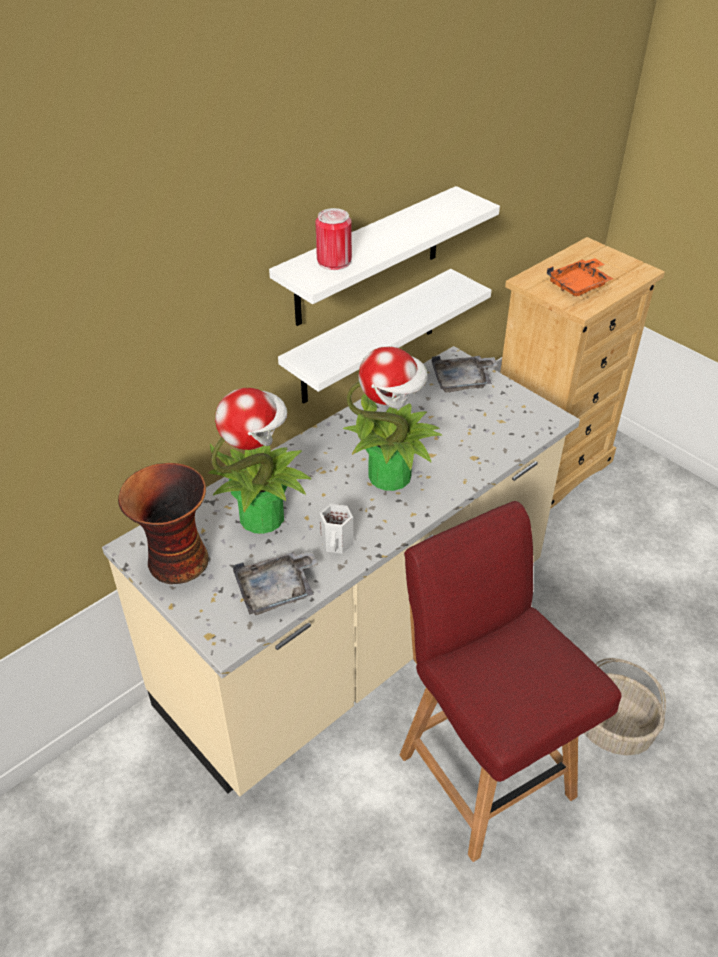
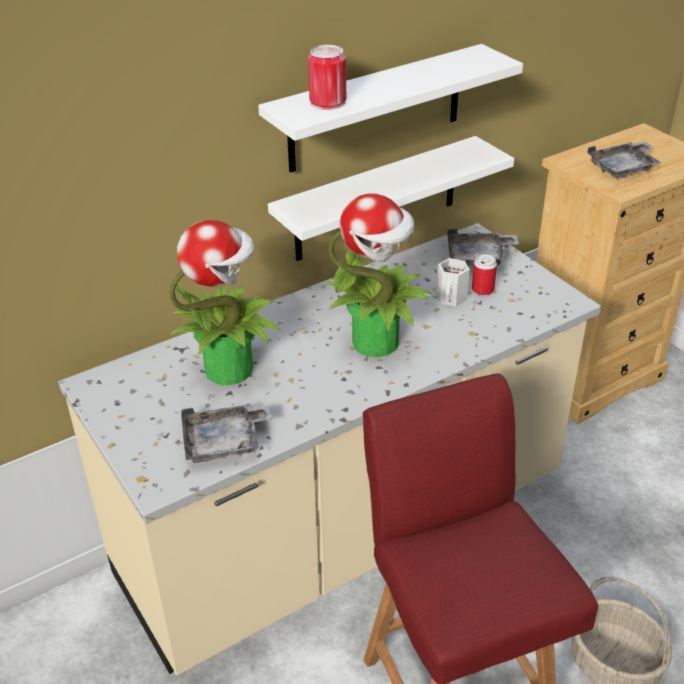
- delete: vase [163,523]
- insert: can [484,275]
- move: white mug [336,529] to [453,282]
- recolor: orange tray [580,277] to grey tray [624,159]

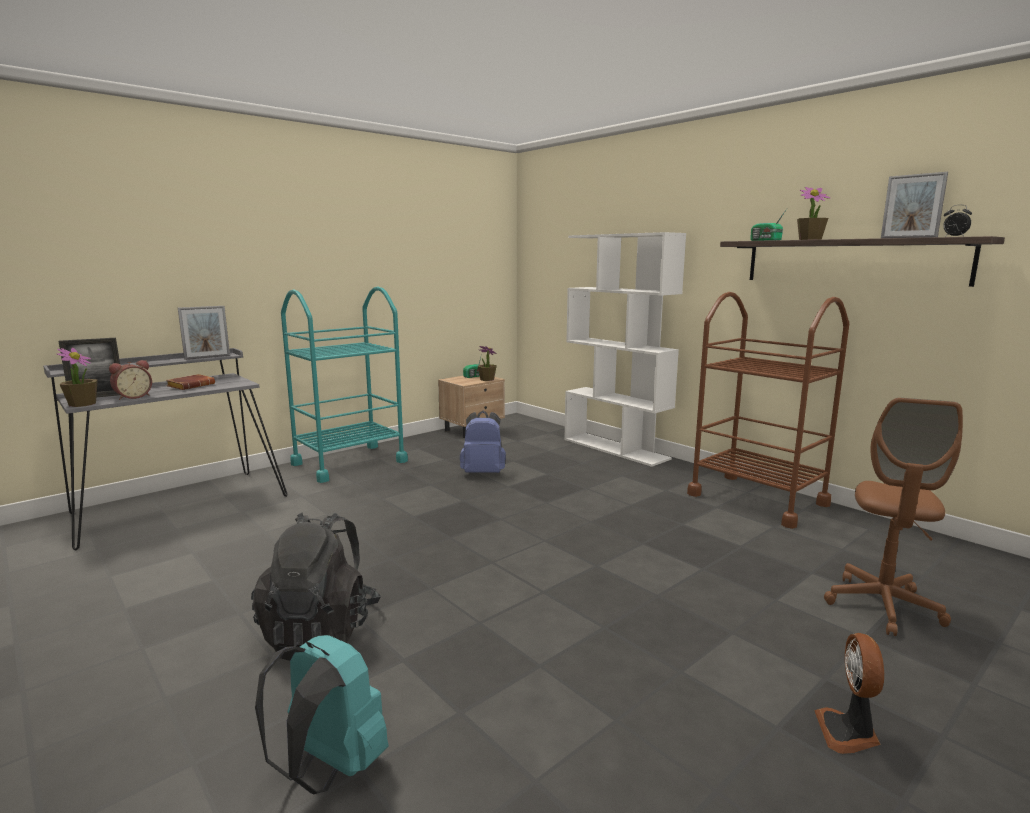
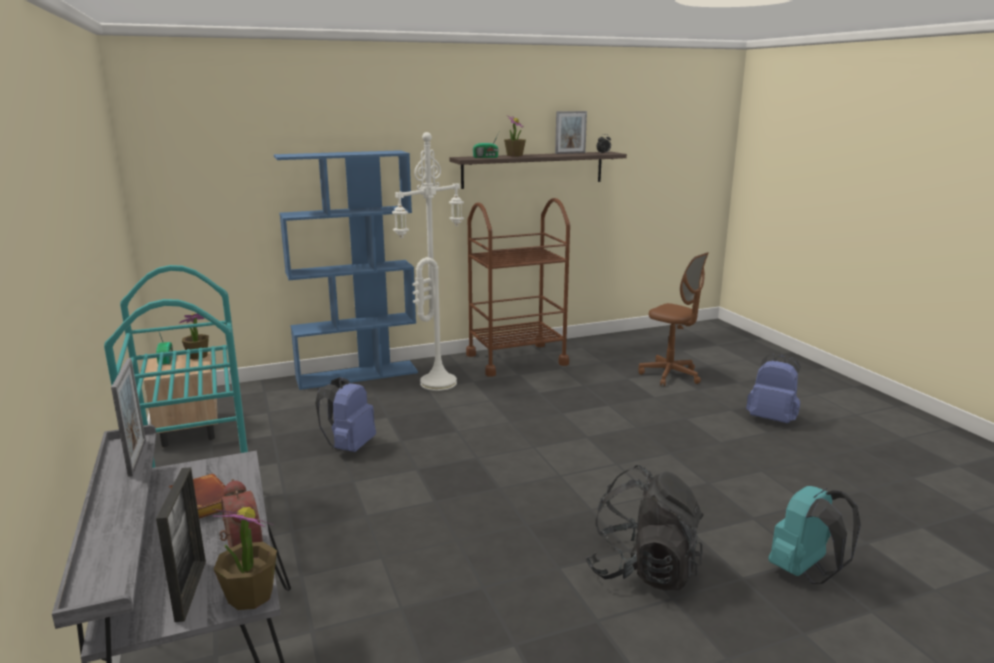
- insert: white floor lamp [428,261]
- replace: fan [849,693] to blue backpack [773,388]
- recolor: white bookcase [625,349] to blue bookcase [346,270]

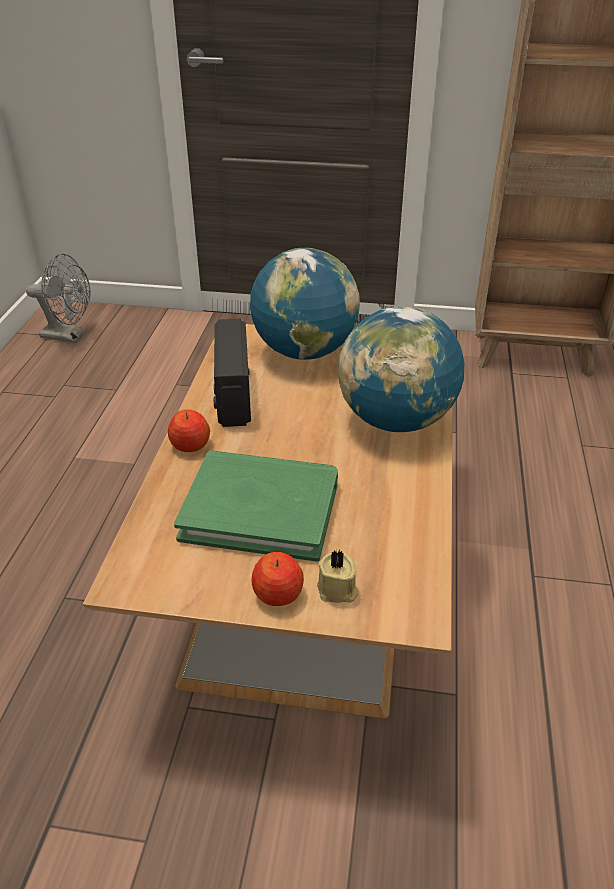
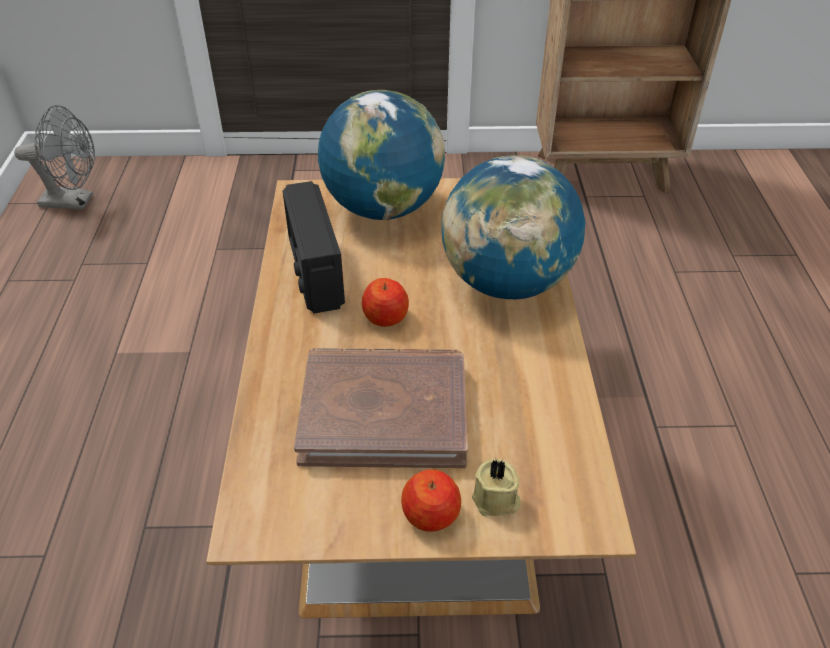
- move: apple [189,431] to [385,302]
- recolor: green book [256,506] to brown book [381,408]

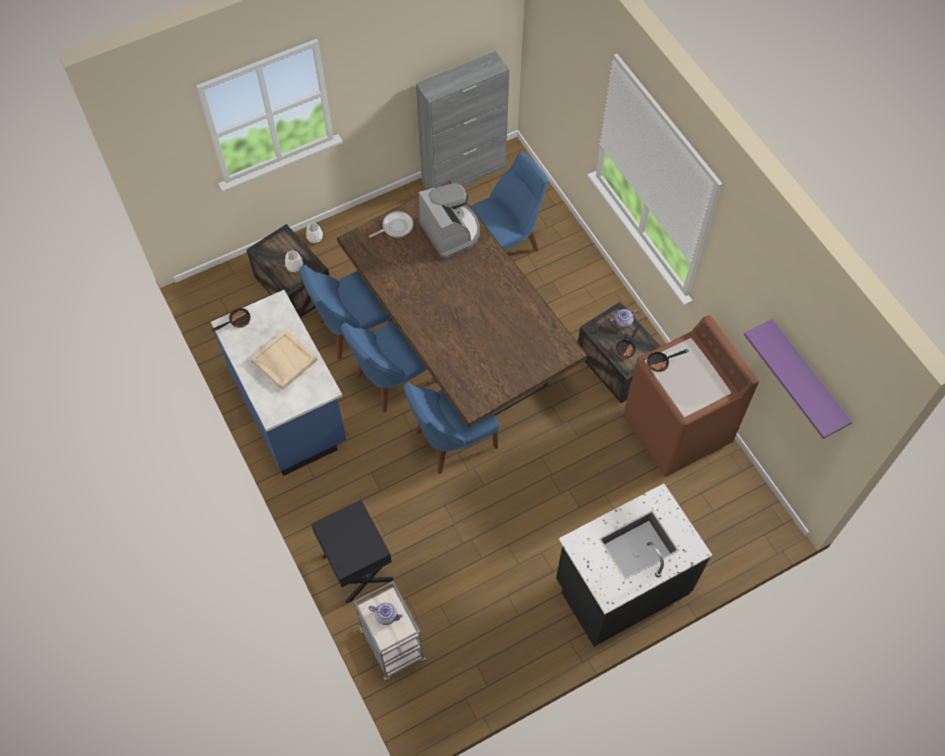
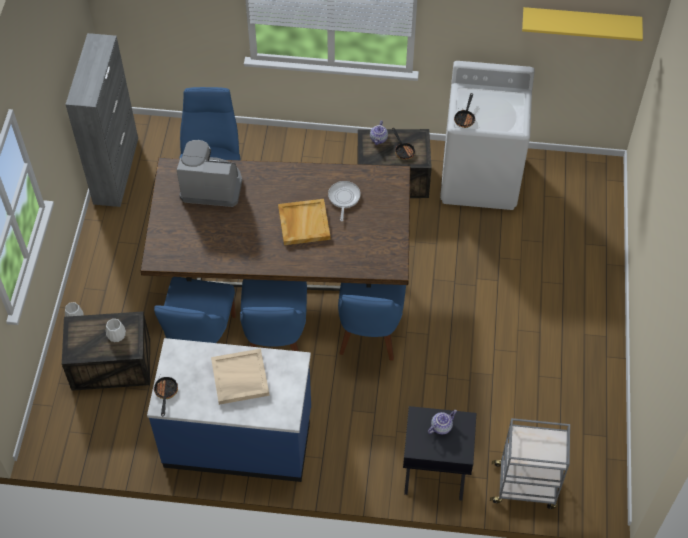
- delete: black counter [634,565]
- insert: beige tray [304,222]
- move: frying pan [391,224] to [344,201]
- move: teapot [386,613] to [442,422]
- recolor: brown washing machine [691,396] to white washing machine [487,135]
- recolor: purple shelf [798,379] to yellow shelf [582,24]

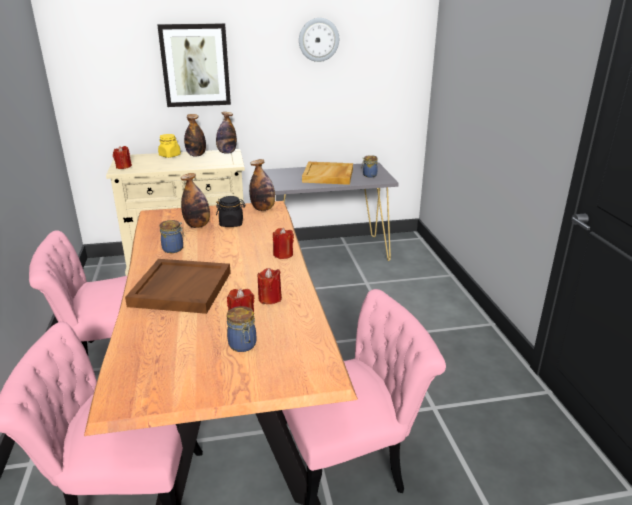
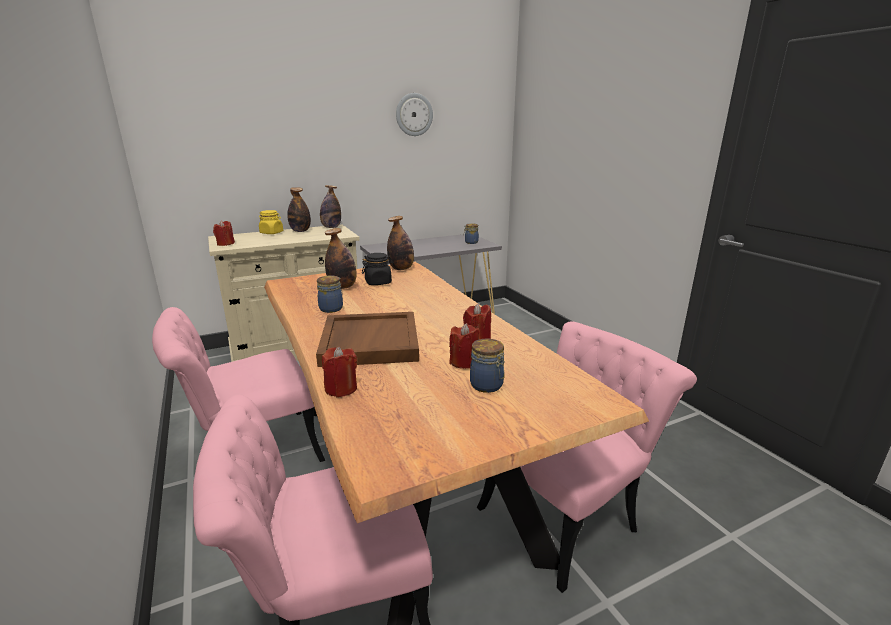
- delete: picture [194,65]
- delete: beige tray [327,173]
- move: red candle [283,243] to [339,371]

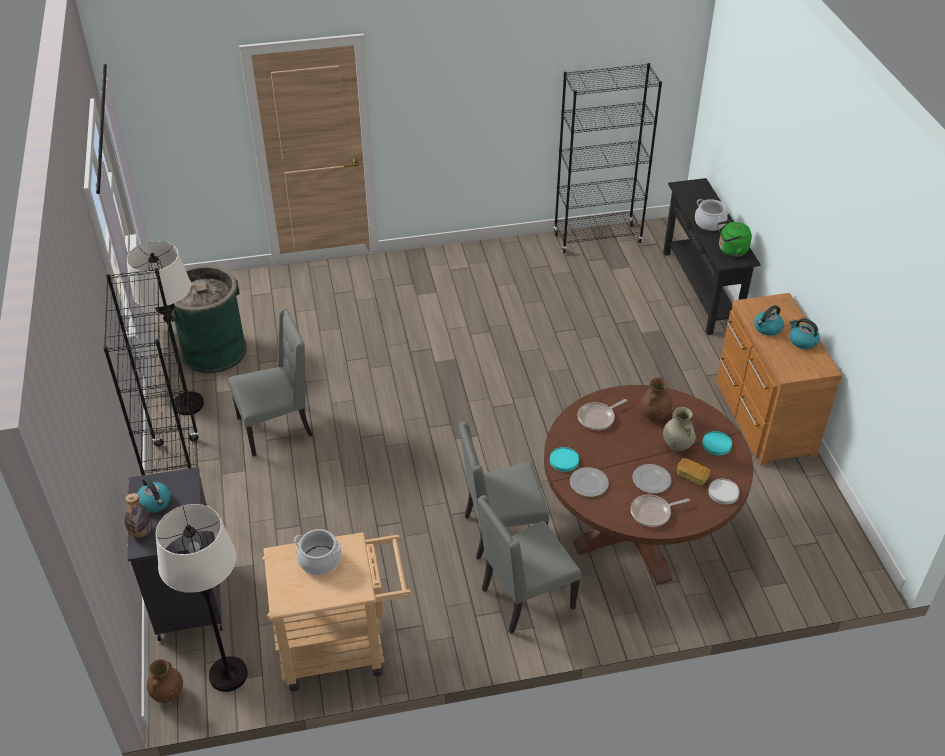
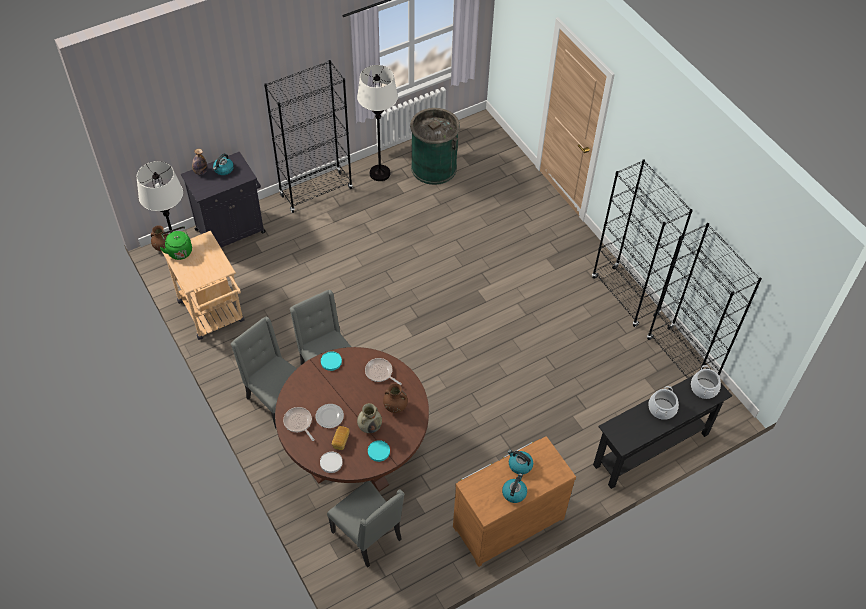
- delete: plate [589,482]
- insert: black bookcase [642,243]
- move: grey chair [270,382] to [365,524]
- move: cooking pot [317,552] to [706,382]
- move: green kettle [734,238] to [176,243]

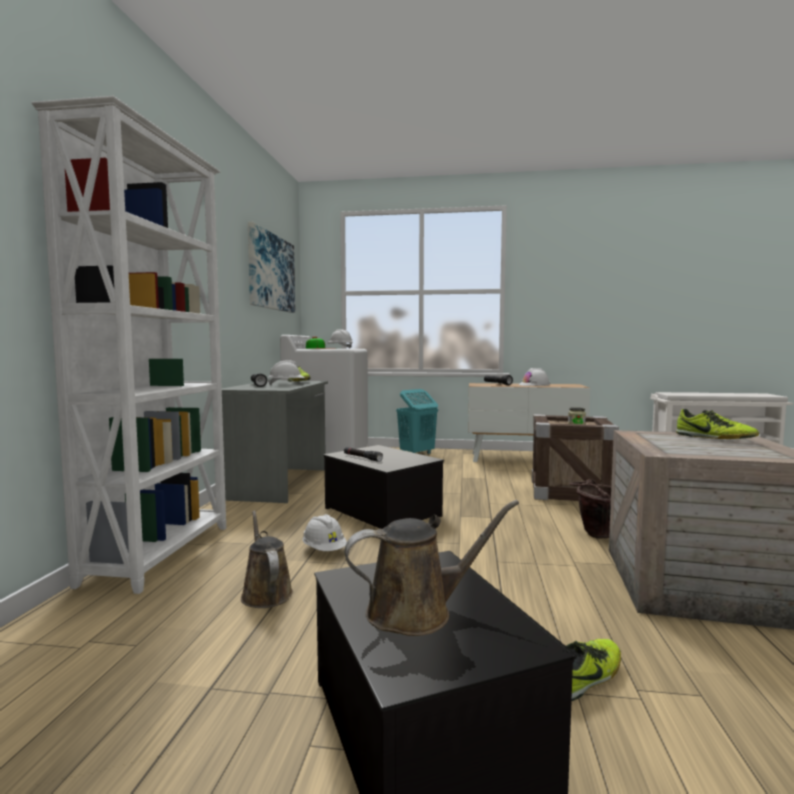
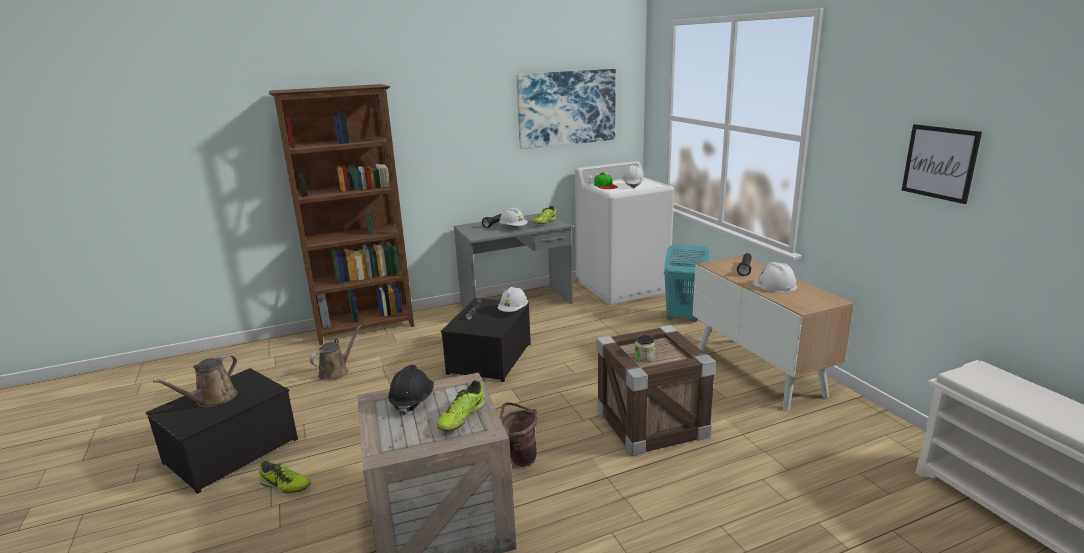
- insert: black hard hat [411,390]
- insert: picture [942,164]
- move: white hard hat [324,532] to [512,299]
- recolor: white bookcase [128,345] to brown bookcase [341,214]
- rotate: brown watering can [432,568] = [195,381] 75 degrees clockwise

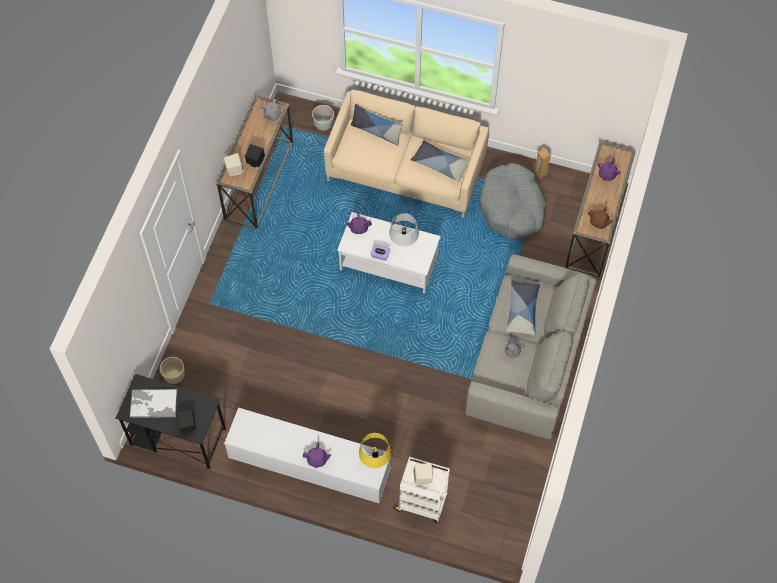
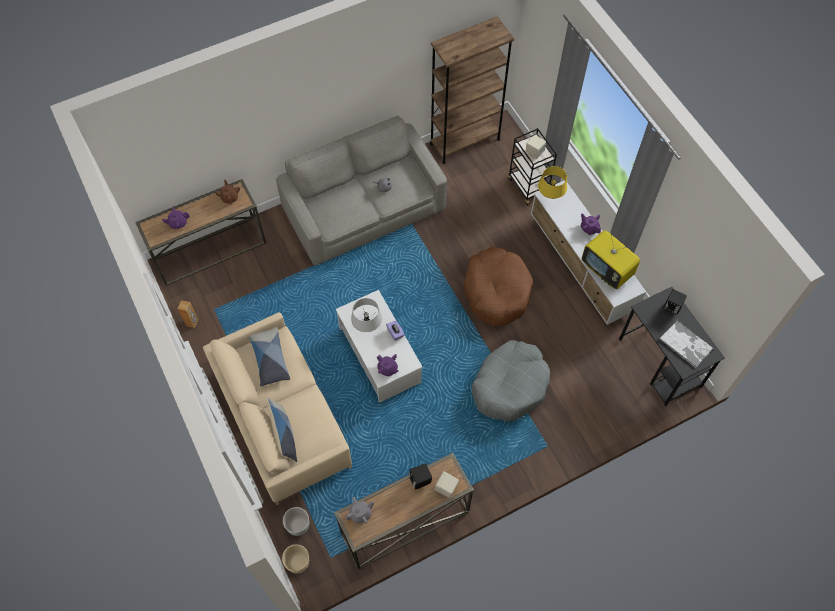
- delete: pillow [523,307]
- insert: brown bookcase [472,90]
- insert: brown dog bed [498,286]
- insert: television [611,260]
- move: beige planter [172,370] to [295,559]
- move: grey dog bed [513,201] to [511,380]
- recolor: white cart [421,490] to black cart [532,167]

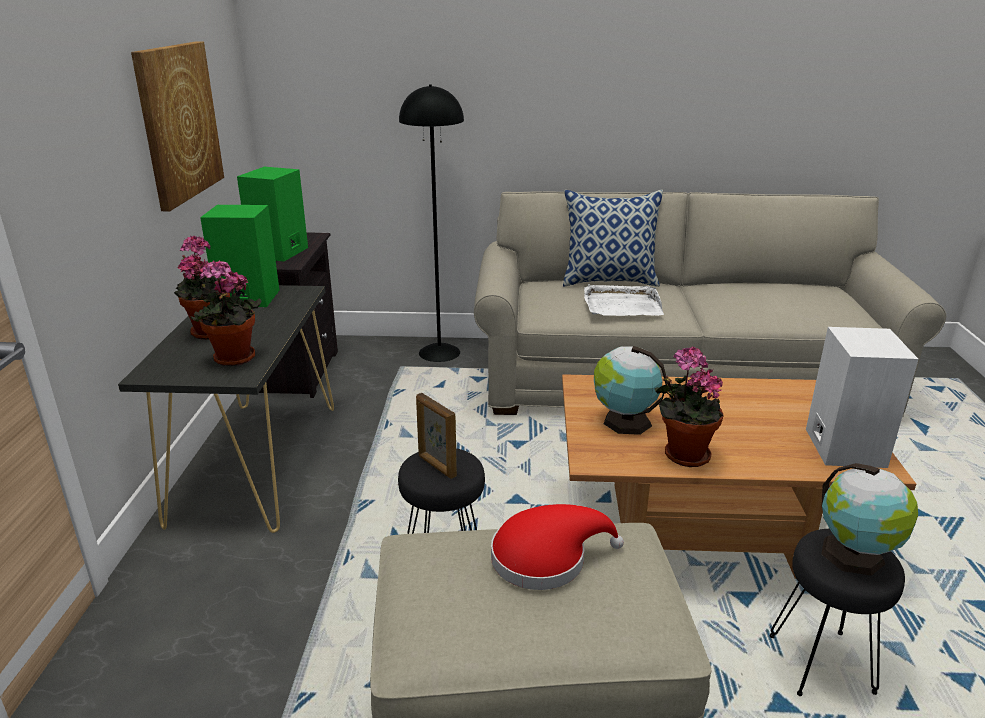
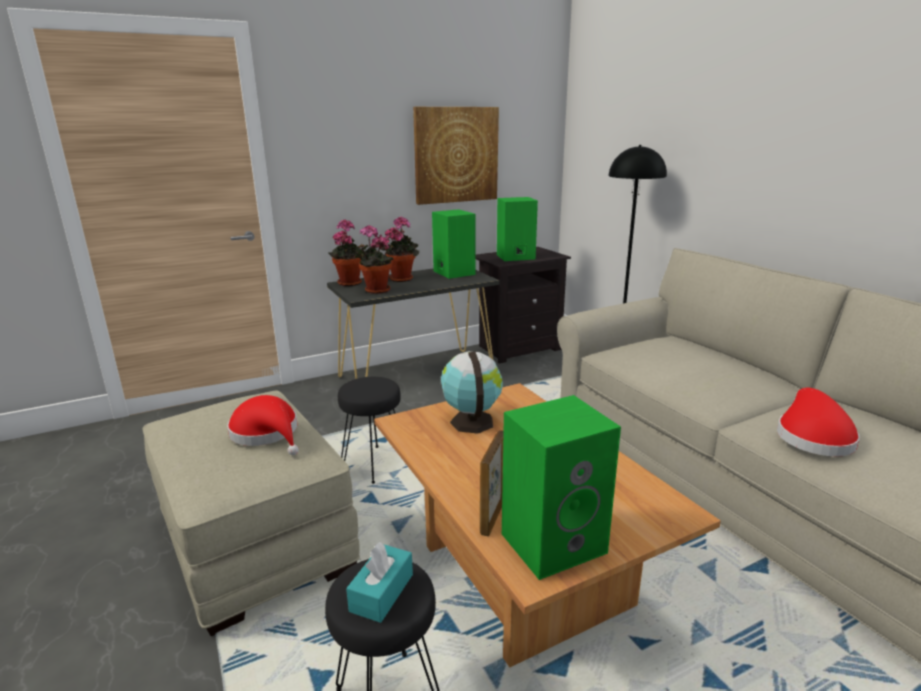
- delete: pillow [613,238]
- delete: white tray [624,300]
- insert: red hat [818,422]
- move: picture frame [436,436] to [492,483]
- move: potted plant [689,407] to [347,252]
- replace: globe [869,519] to turquoise tissue box [379,582]
- recolor: white speaker [862,397] to green speaker [561,487]

